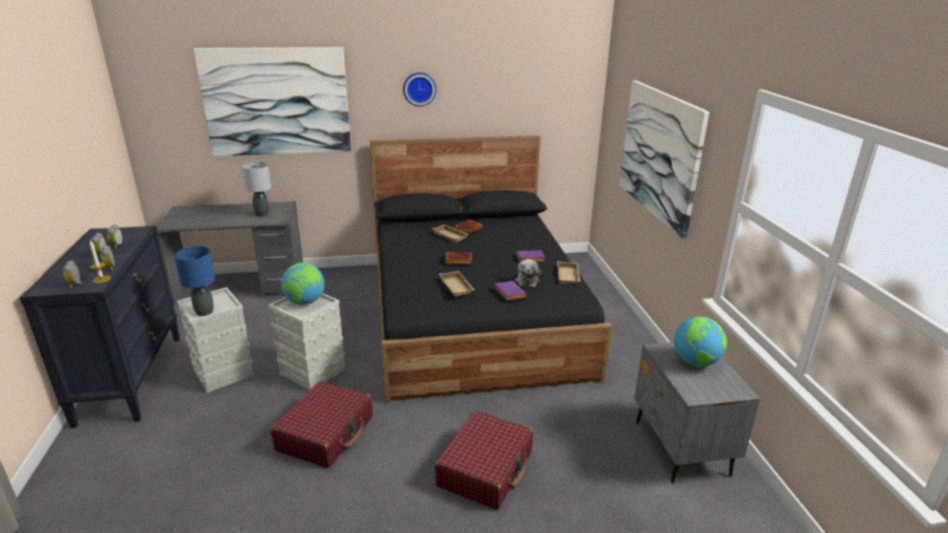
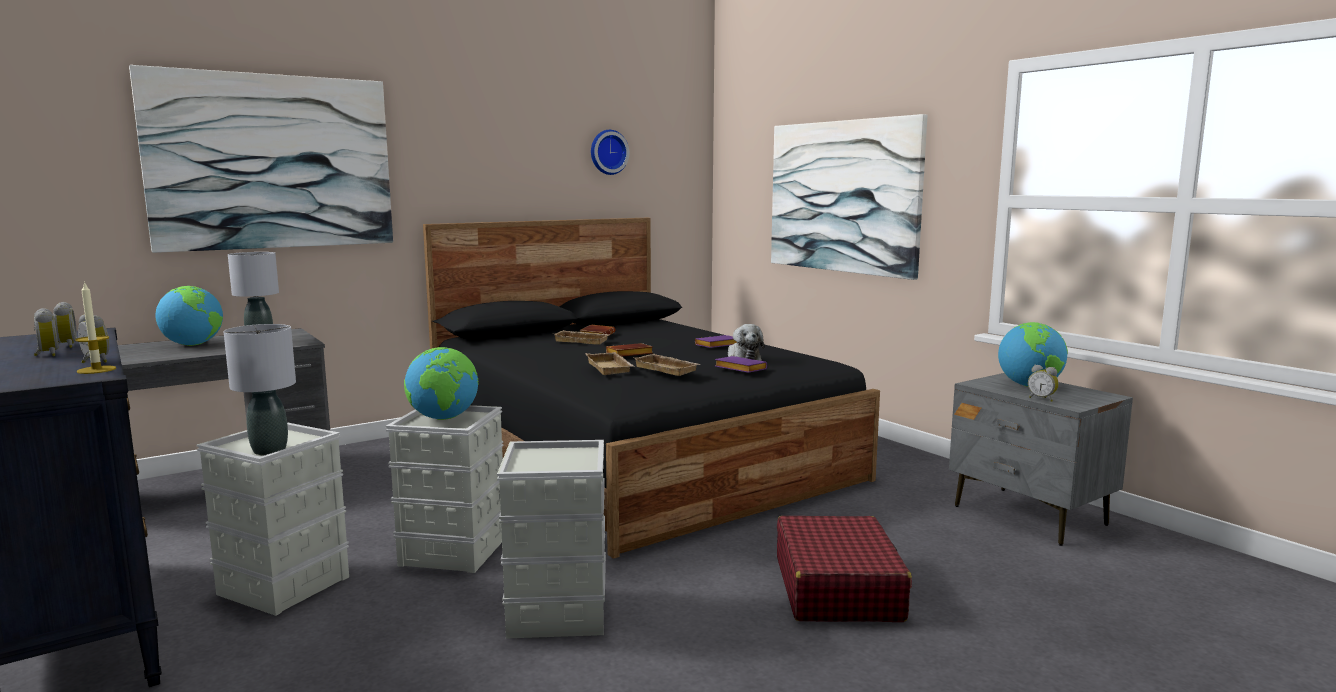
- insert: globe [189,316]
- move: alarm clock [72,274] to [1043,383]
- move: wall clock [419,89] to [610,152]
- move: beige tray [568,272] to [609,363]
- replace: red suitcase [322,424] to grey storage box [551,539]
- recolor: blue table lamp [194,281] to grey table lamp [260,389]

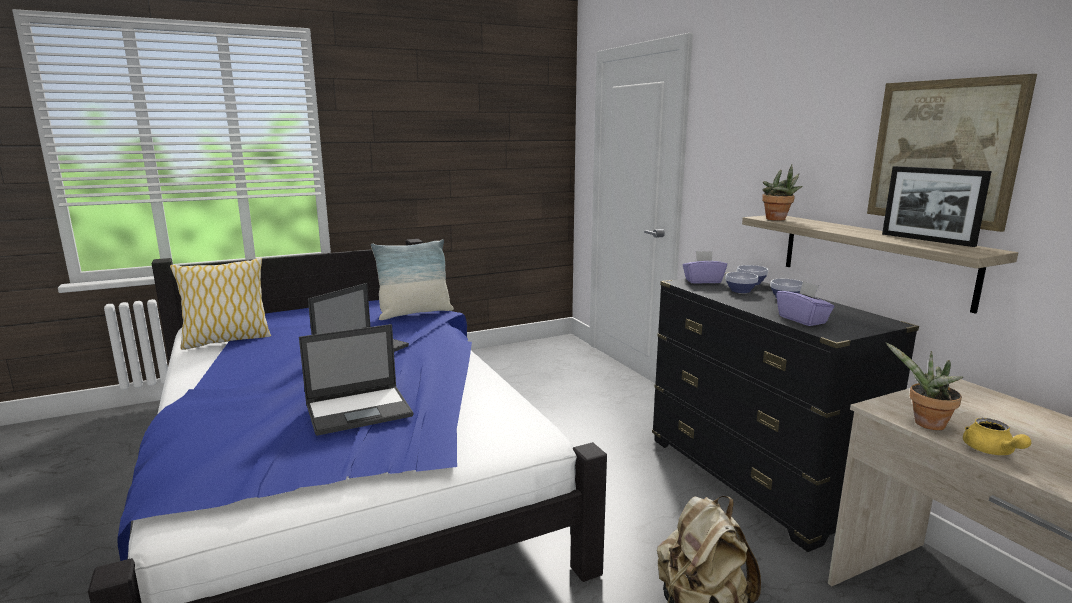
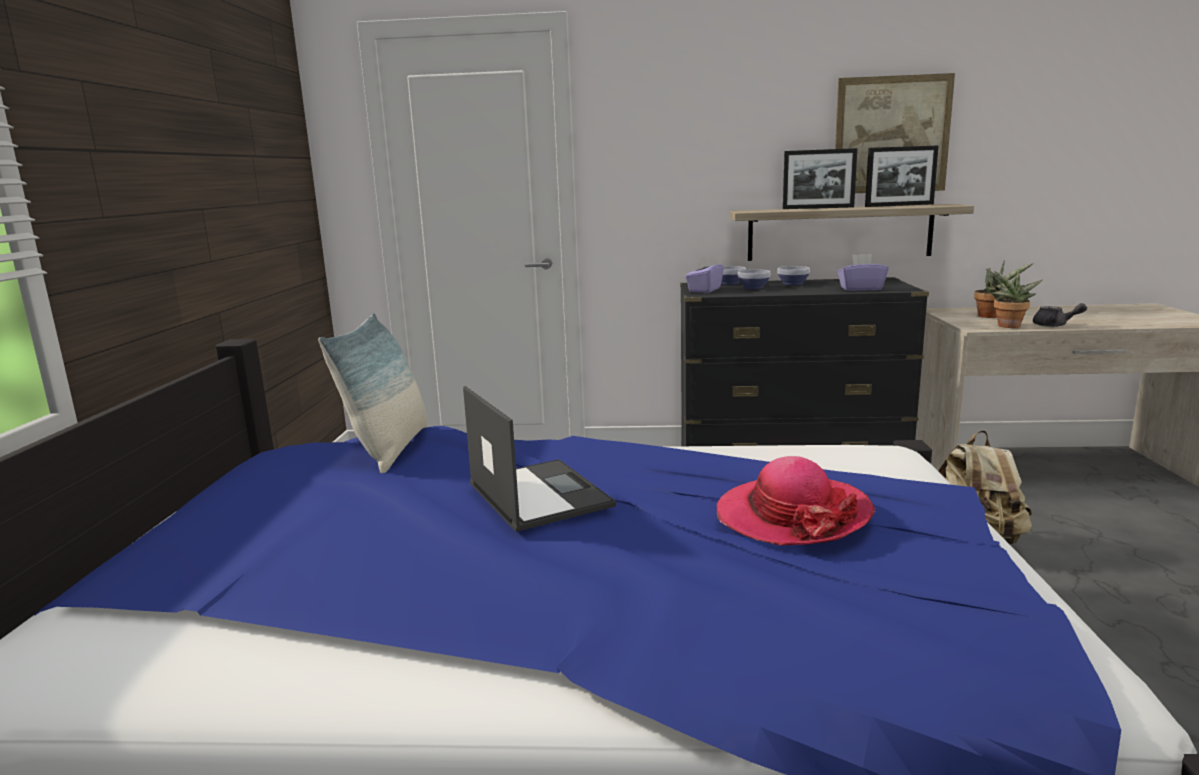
- delete: pillow [220,304]
- insert: picture frame [820,178]
- move: potted plant [782,192] to [1004,289]
- replace: laptop [356,380] to hat [796,501]
- recolor: yellow teapot [997,436] to grey teapot [1060,315]

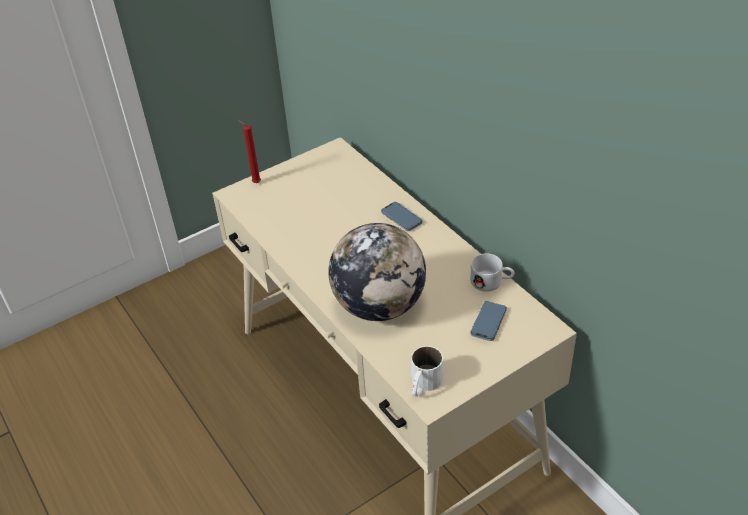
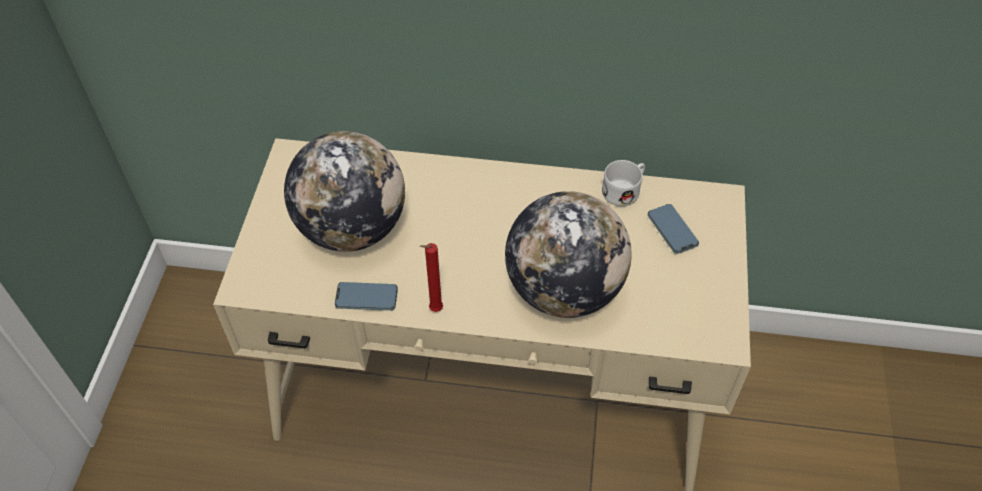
- delete: white mug [427,371]
- insert: globe [344,191]
- move: red candle [249,151] to [431,277]
- move: phone [402,216] to [366,296]

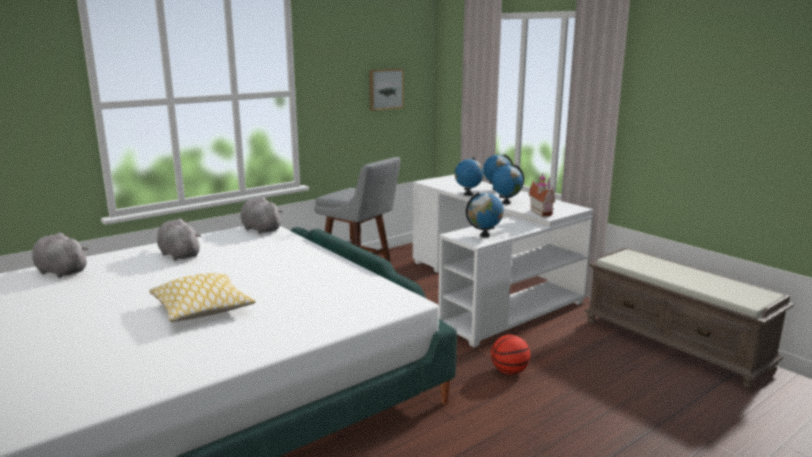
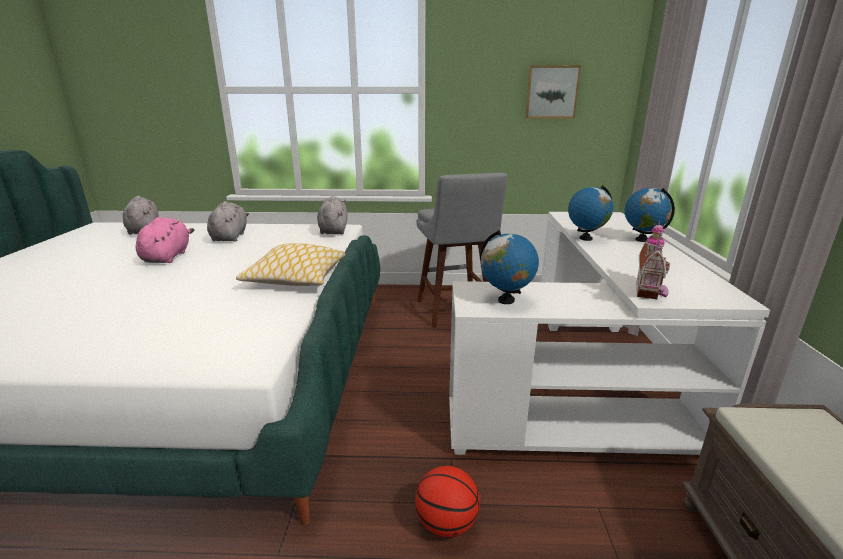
- delete: globe [508,184]
- insert: pink plush toy [165,240]
- move: pillow [202,297] to [291,264]

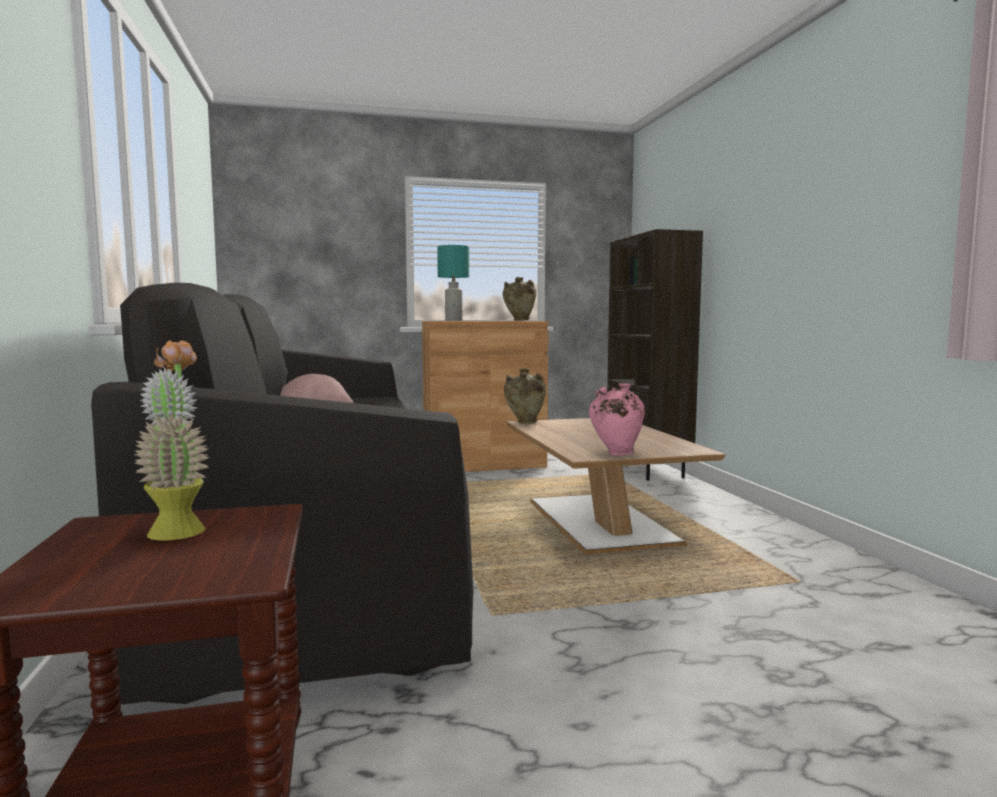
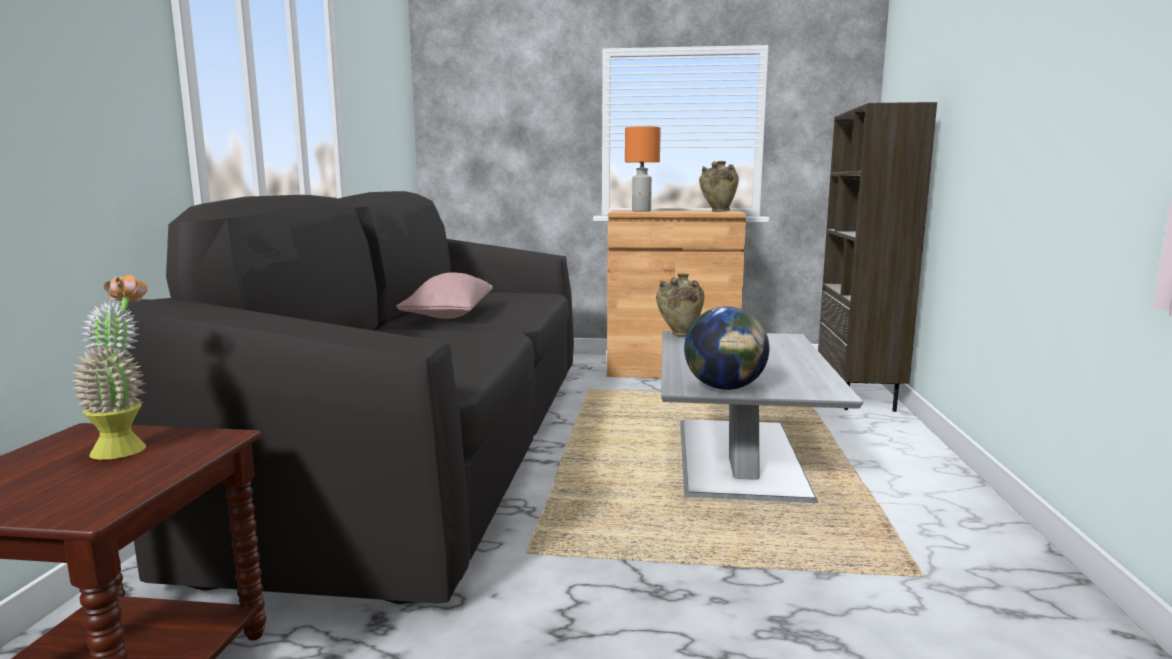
- replace: pink vase [617,419] to globe [726,348]
- recolor: turquoise table lamp [453,283] to orange table lamp [643,169]
- recolor: brown coffee table [616,486] to grey coffee table [762,417]

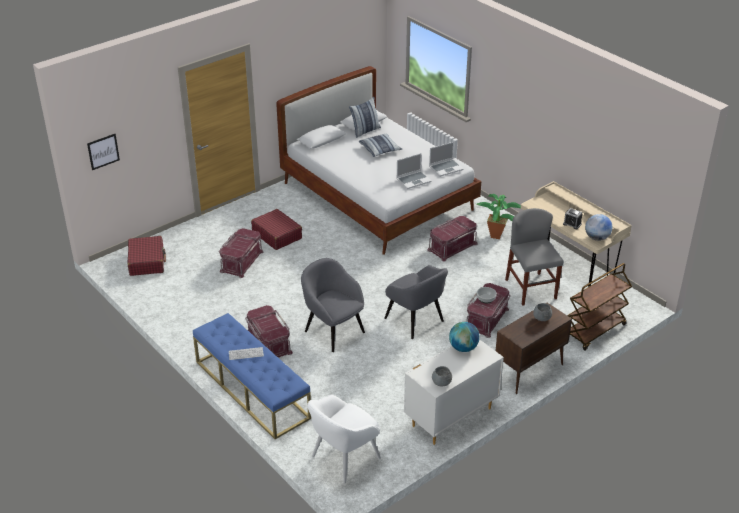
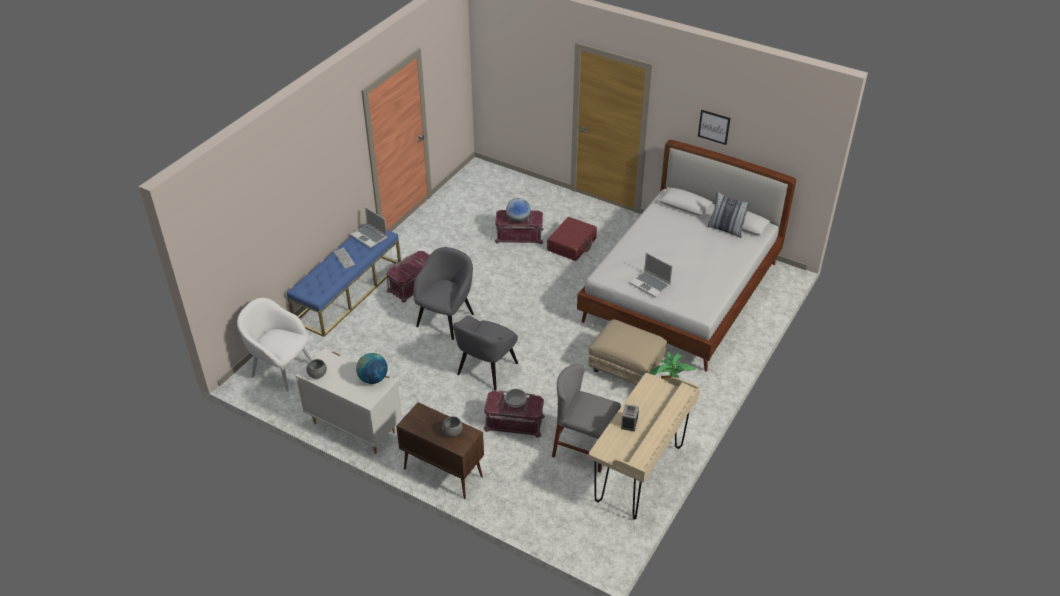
- delete: red suitcase [146,256]
- delete: pillow [380,145]
- delete: brown cart [600,307]
- move: picture [103,152] to [714,127]
- move: laptop [446,159] to [369,227]
- move: globe [598,227] to [518,210]
- replace: red storage box [452,238] to beige ottoman [628,352]
- rotate: grey chair [534,257] = [586,418] 120 degrees counterclockwise

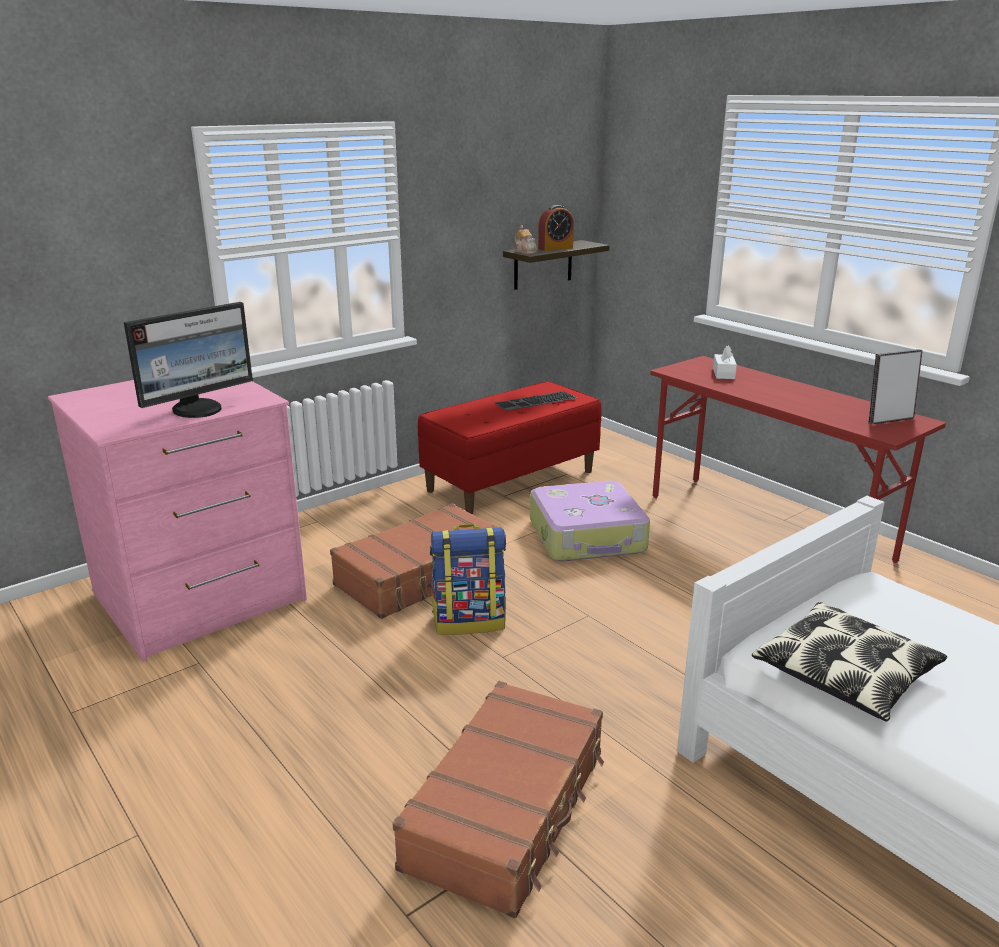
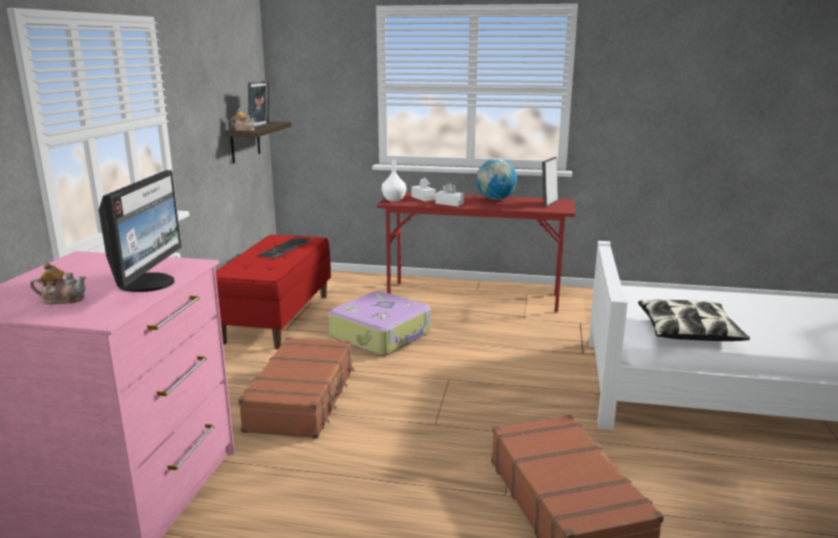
- delete: backpack [468,579]
- insert: teapot [58,283]
- insert: white vase [394,180]
- insert: white tissue box [449,194]
- insert: globe [496,179]
- replace: alarm clock [556,228] to picture frame [258,104]

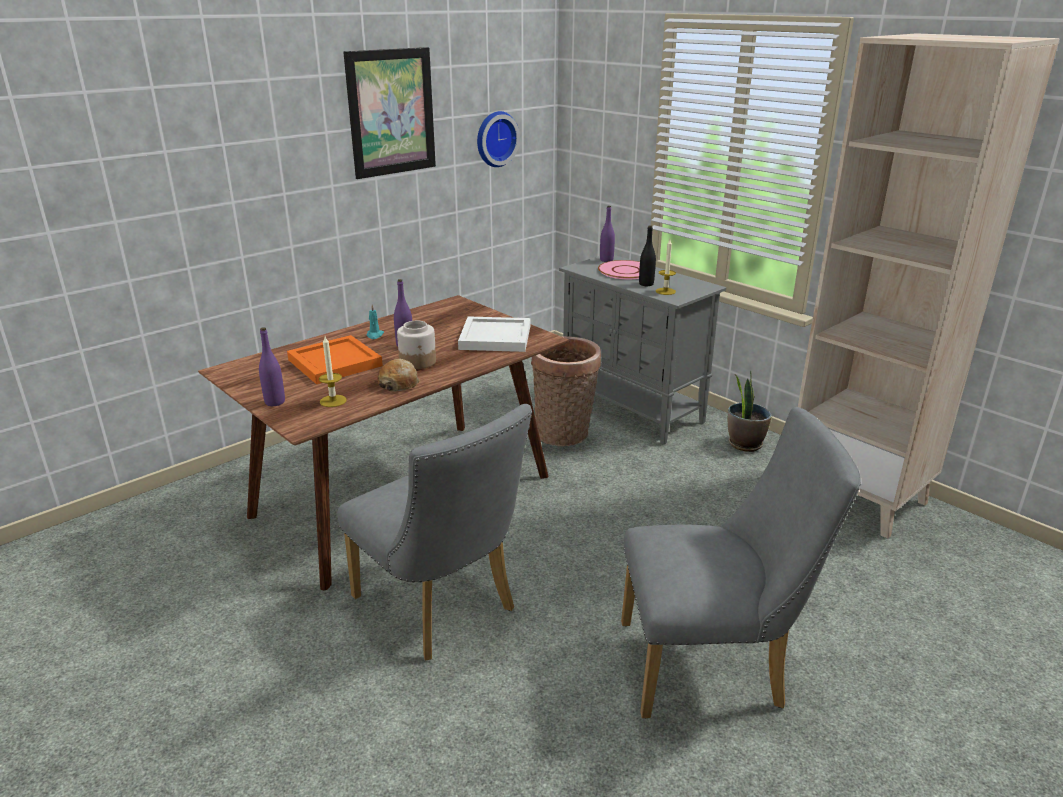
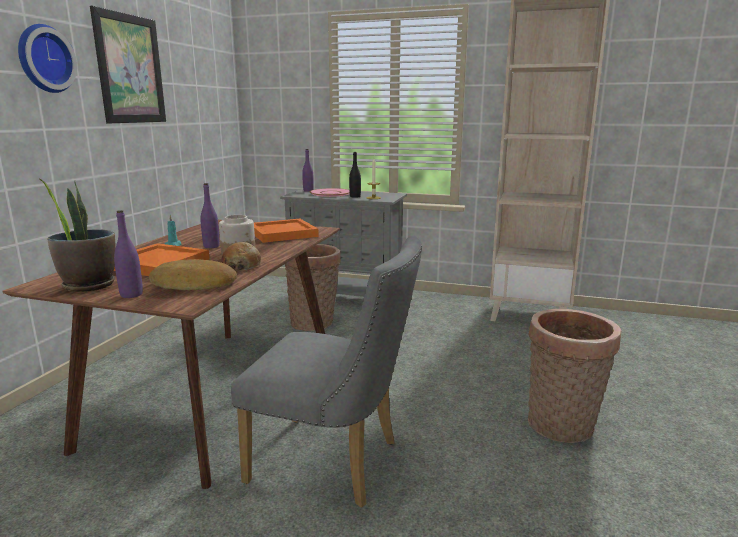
- move: wall clock [498,139] to [47,58]
- move: potted plant [750,411] to [78,235]
- replace: candle [333,371] to bread [193,274]
- replace: grey chair [741,562] to basket [574,376]
- recolor: white tray [494,334] to orange tray [286,231]

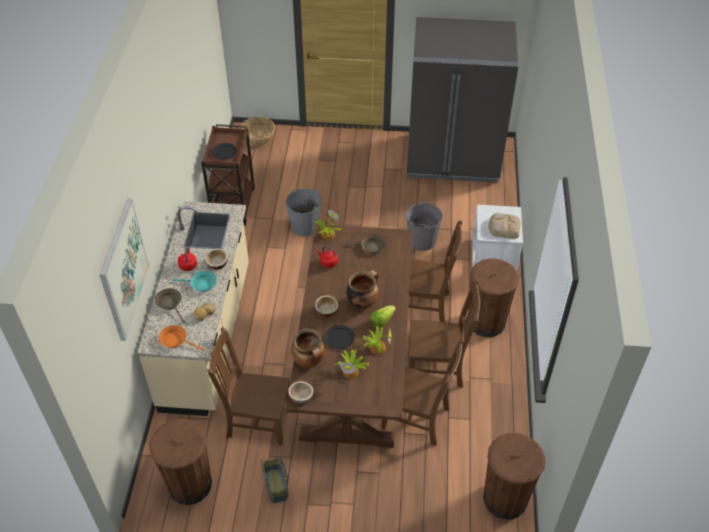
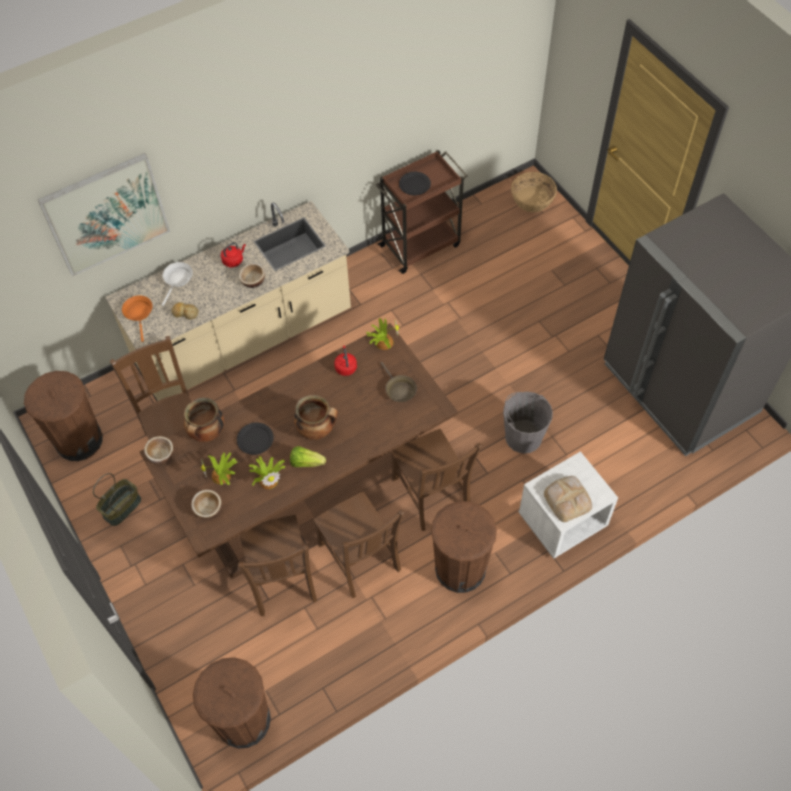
- delete: turquoise frying pan [193,281]
- delete: grey bucket [303,213]
- move: bowl [326,306] to [206,504]
- recolor: brown frying pan [170,306] to white frying pan [177,284]

